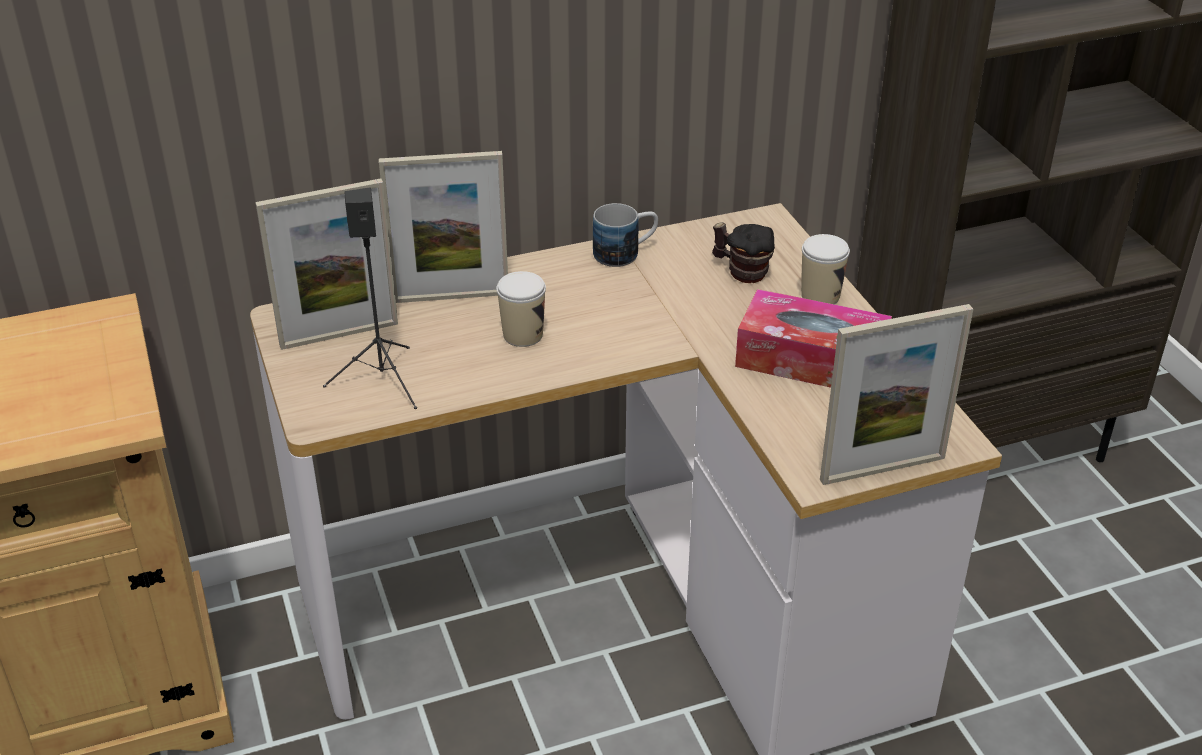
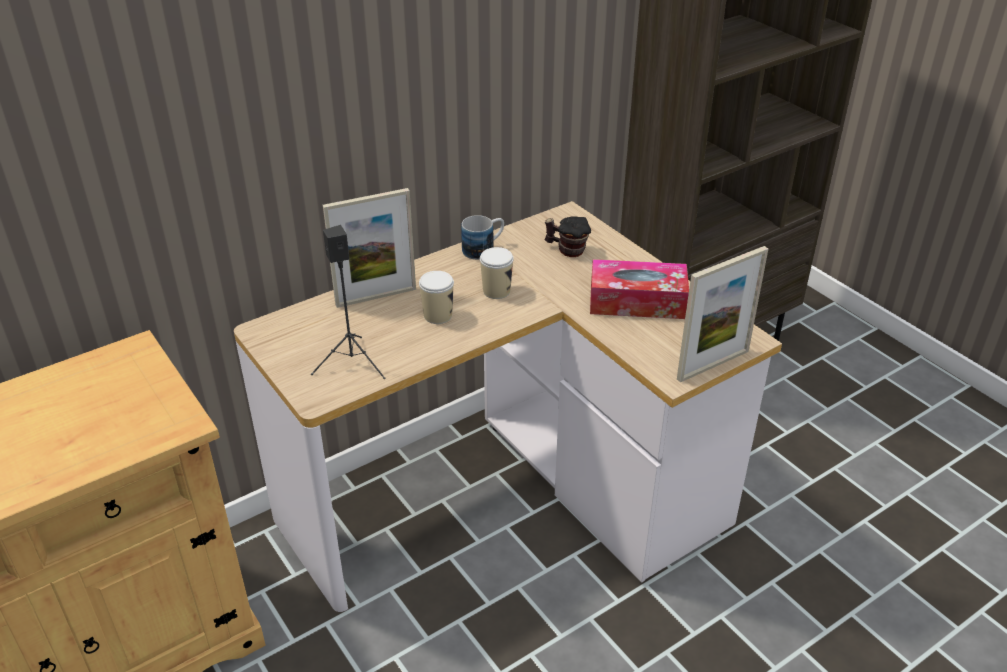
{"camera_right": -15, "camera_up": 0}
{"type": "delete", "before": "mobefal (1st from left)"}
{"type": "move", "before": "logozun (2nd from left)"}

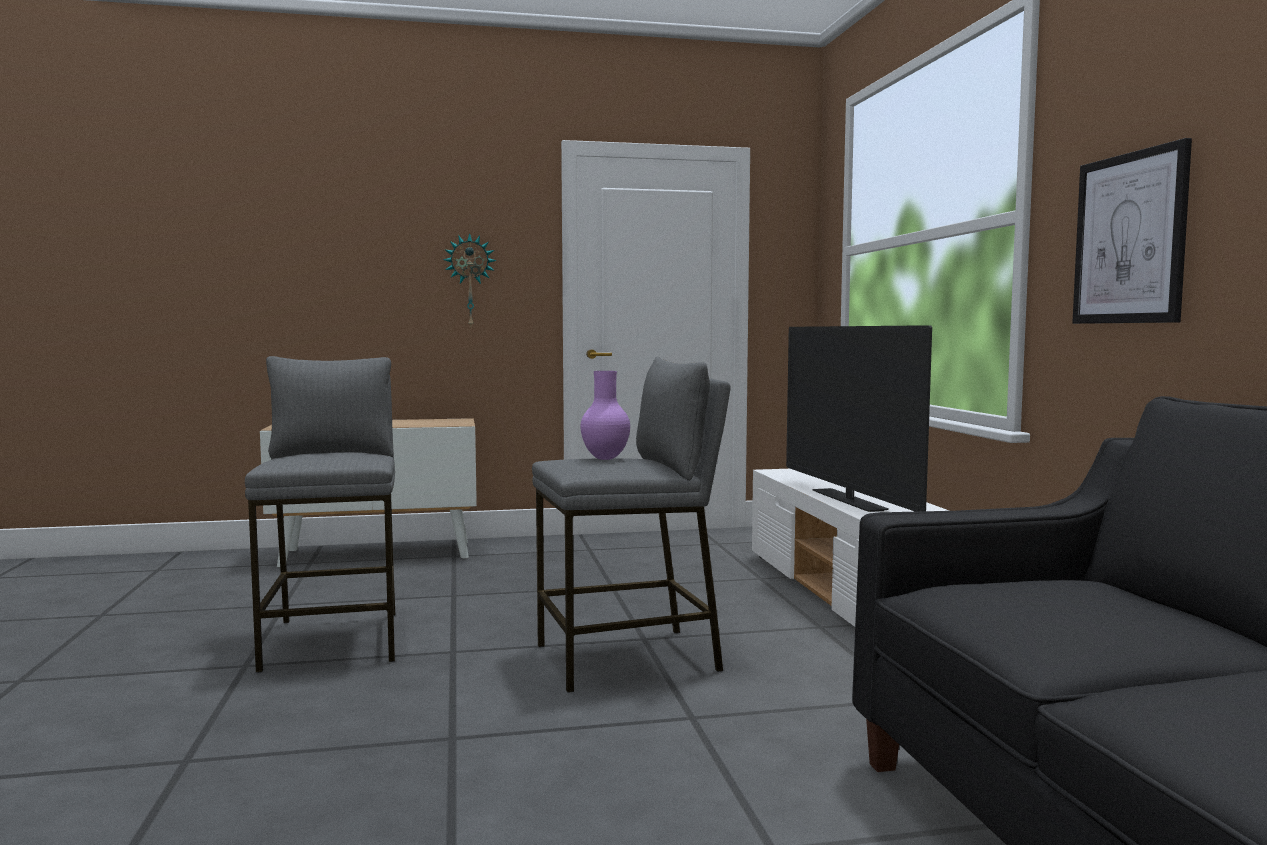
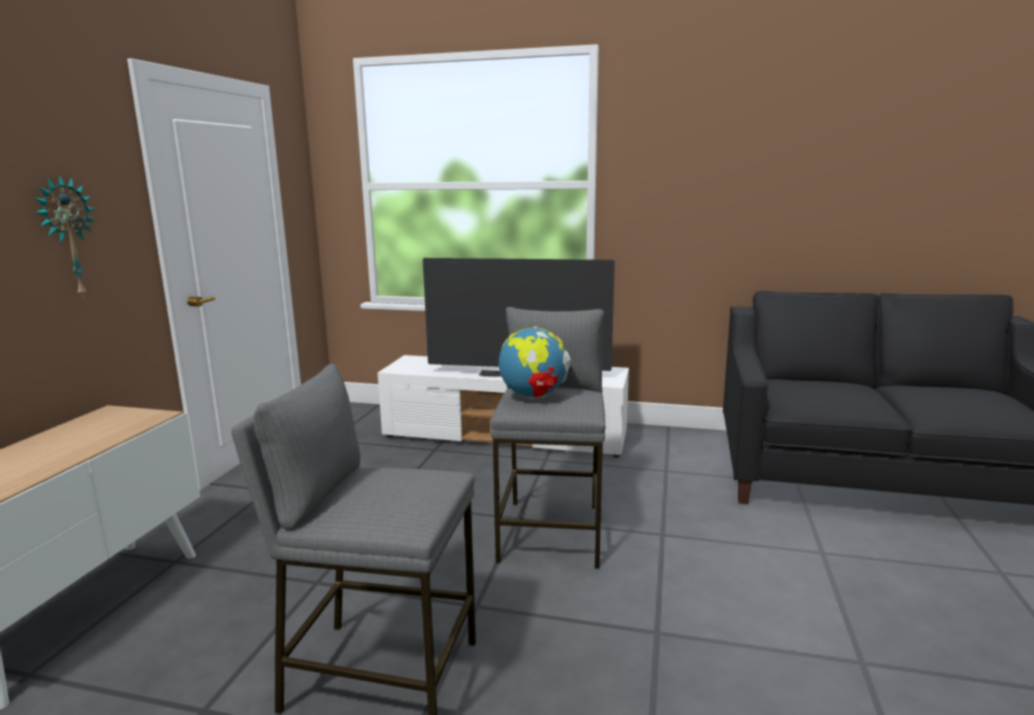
{"camera_right": -65, "camera_up": 10}
{"type": "delete", "before": "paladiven"}
{"type": "replace", "before": "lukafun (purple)", "after": "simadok"}

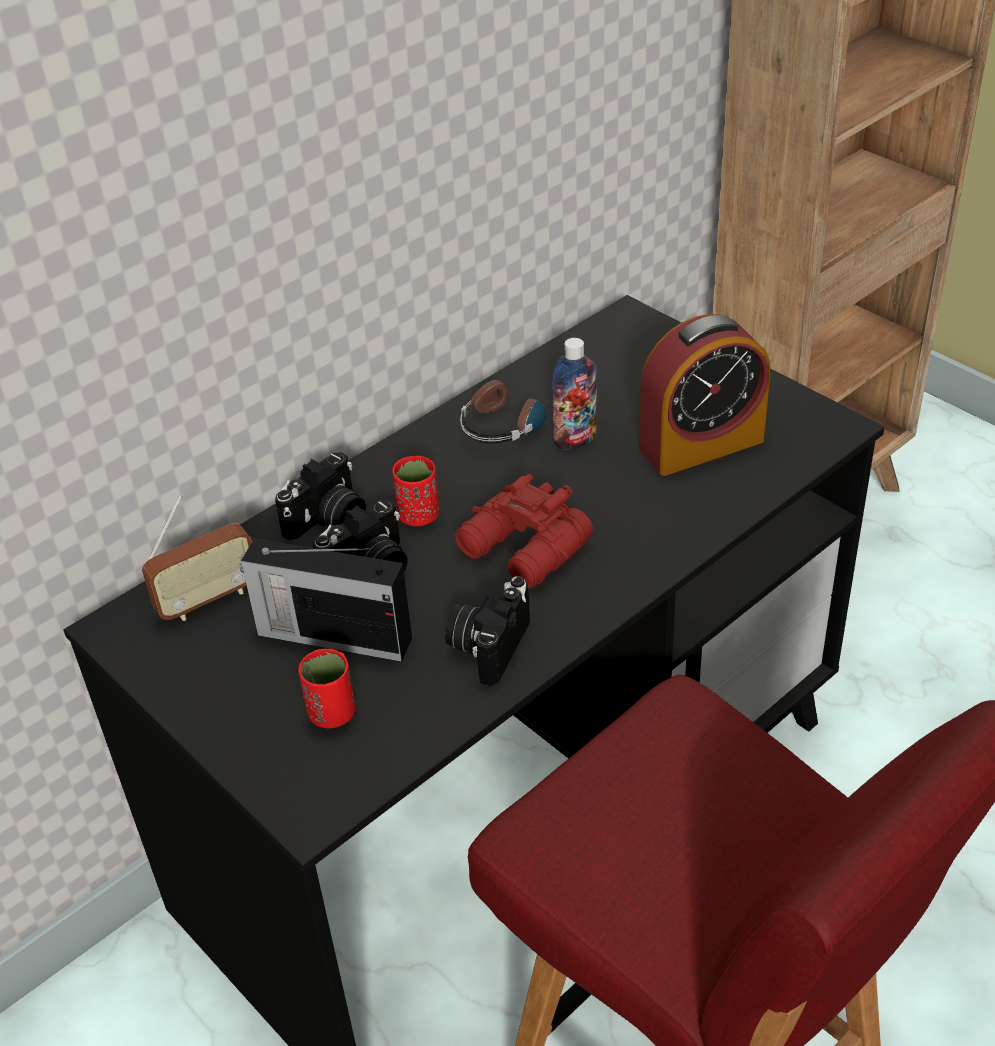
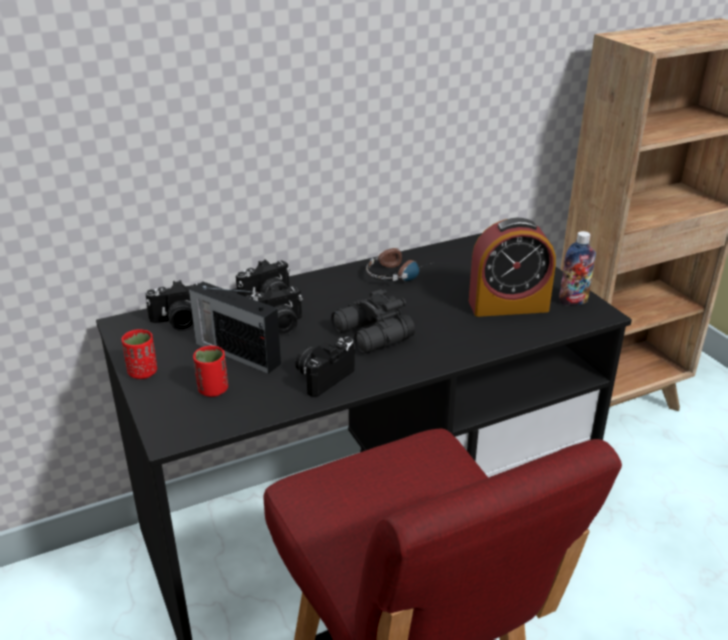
{"camera_right": 15, "camera_up": -10}
{"type": "move", "before": "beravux"}
{"type": "move", "before": "logozun (red) (2nd from left in the first image)", "after": "logozun (red) (1st from left)"}
{"type": "recolor", "before": "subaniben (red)", "after": "subaniben (black)"}
{"type": "replace", "before": "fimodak (1st from left)", "after": "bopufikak (1st from left)"}

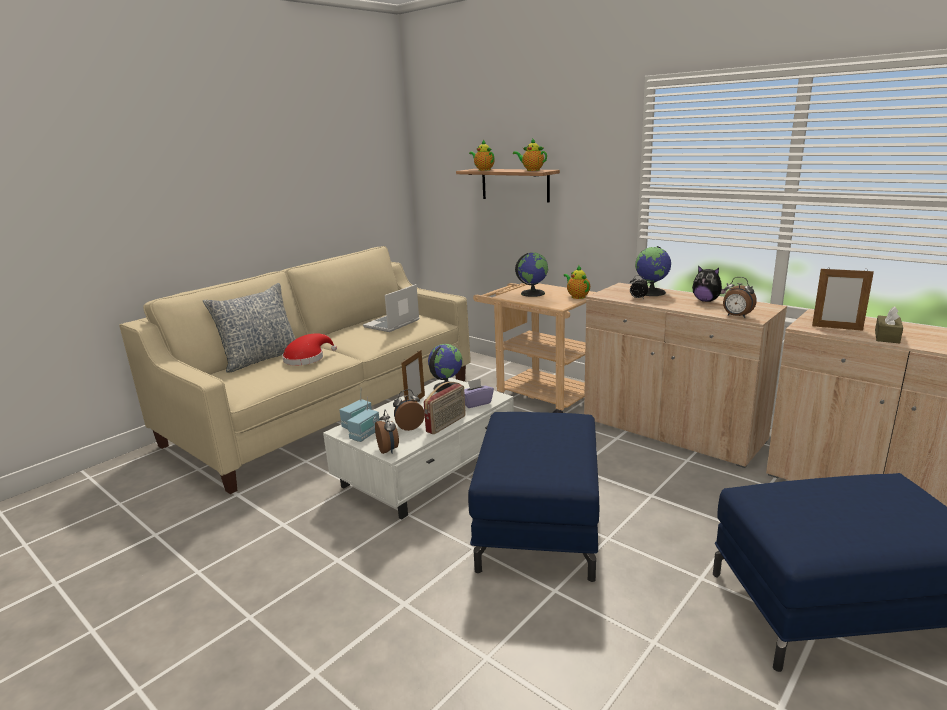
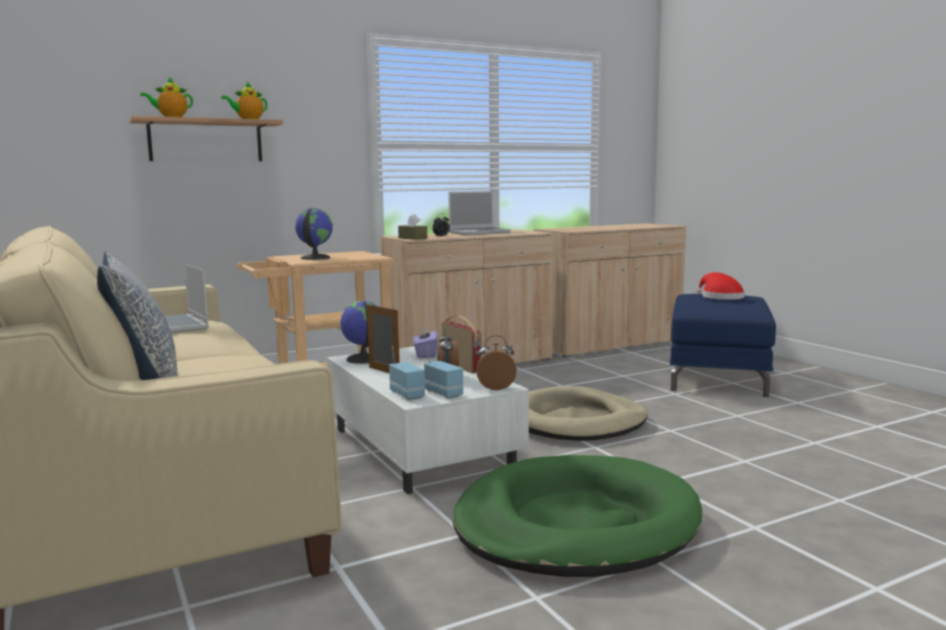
{"camera_right": -70, "camera_up": -10}
{"type": "delete", "before": "simadok (3rd from left)"}
{"type": "delete", "before": "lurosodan (3rd from left)"}
{"type": "replace", "before": "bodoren", "after": "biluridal (2nd from left)"}
{"type": "delete", "before": "mobefal (2nd from left)"}
{"type": "delete", "before": "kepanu (4th from left)"}
{"type": "move", "before": "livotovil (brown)"}
{"type": "move", "before": "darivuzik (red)"}
{"type": "replace", "before": "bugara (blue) (1st from left)", "after": "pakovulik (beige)"}
{"type": "insert", "after": "pakovulik (green)"}

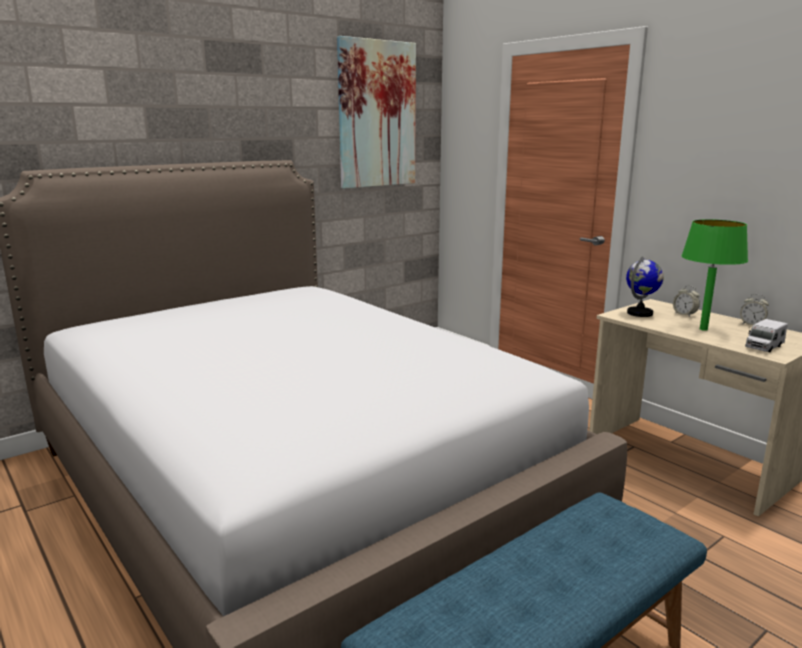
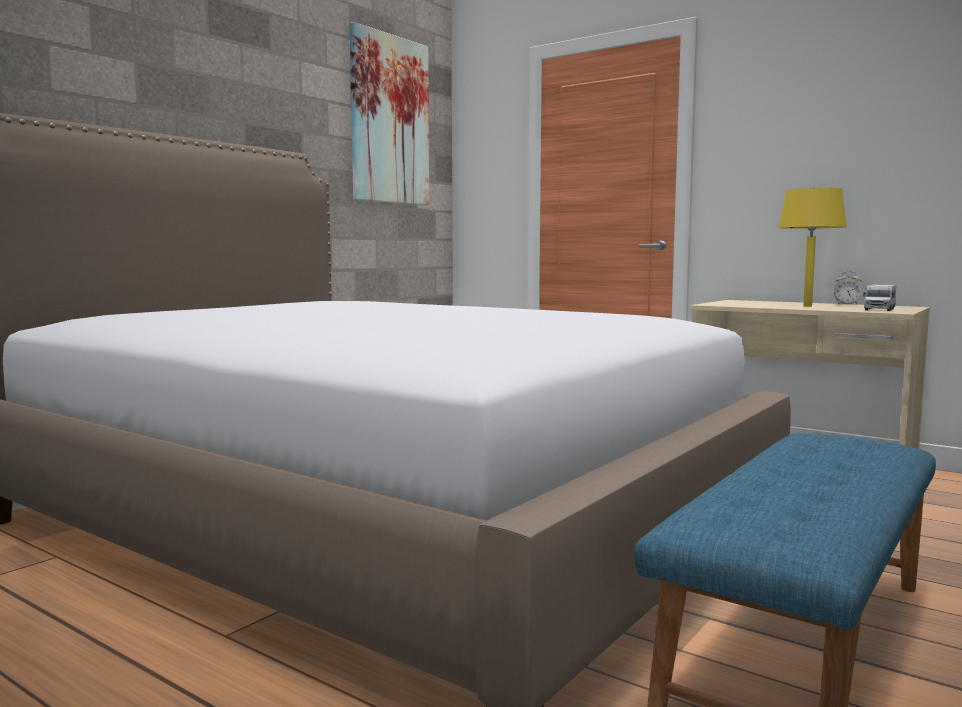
{"camera_right": -15, "camera_up": -10}
{"type": "recolor", "before": "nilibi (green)", "after": "nilibi (yellow)"}
{"type": "delete", "before": "simadok"}
{"type": "delete", "before": "kepanu (1st from left)"}

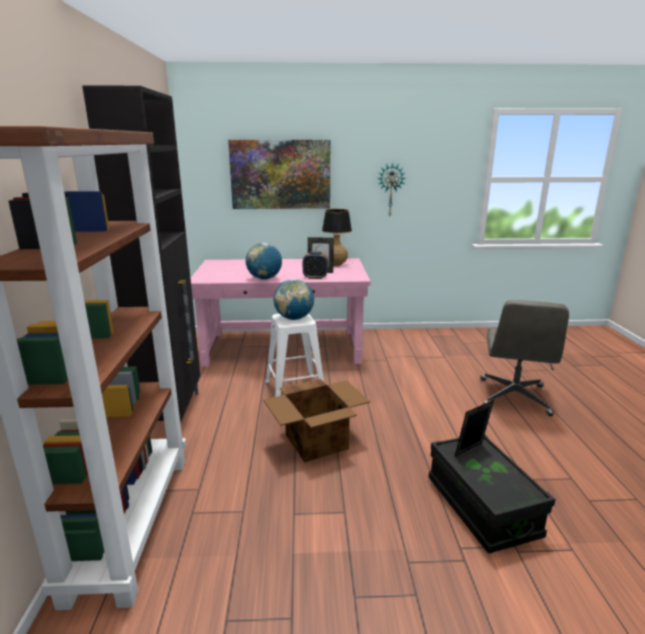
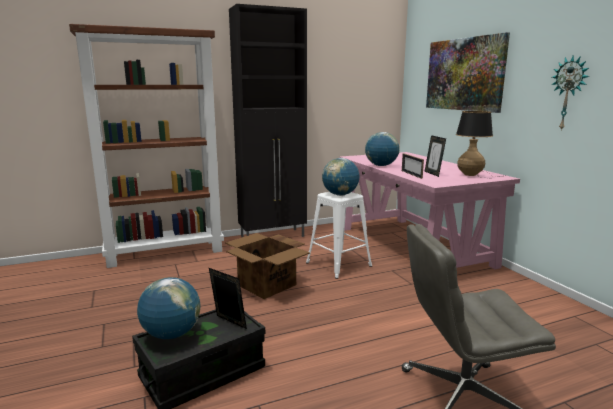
{"camera_right": 70, "camera_up": -5}
{"type": "replace", "before": "kepanu", "after": "mobefal (2nd from left)"}
{"type": "insert", "after": "simadok (1st from left)"}

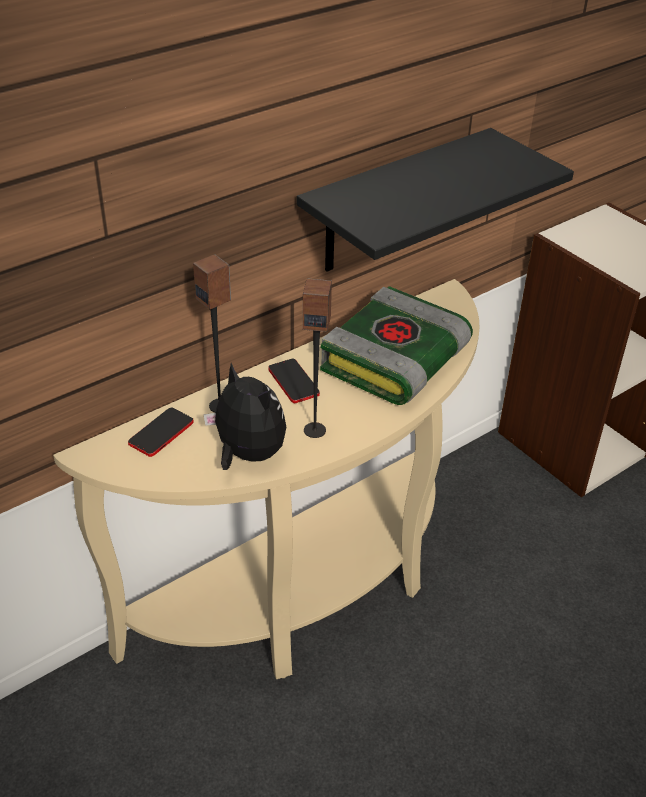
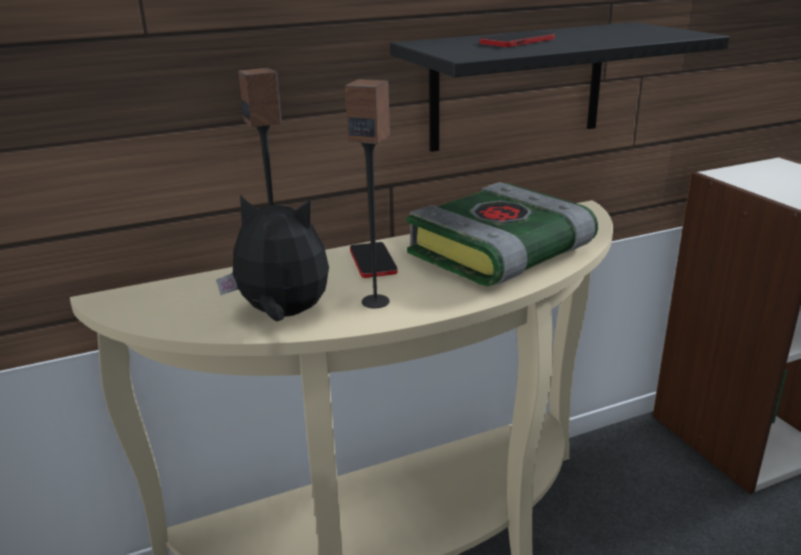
{"camera_right": 15, "camera_up": -15}
{"type": "rotate", "before": "bodoren", "turn": -45}
{"type": "move", "before": "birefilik (1st from left in the first image)", "after": "birefilik (2nd from left)"}

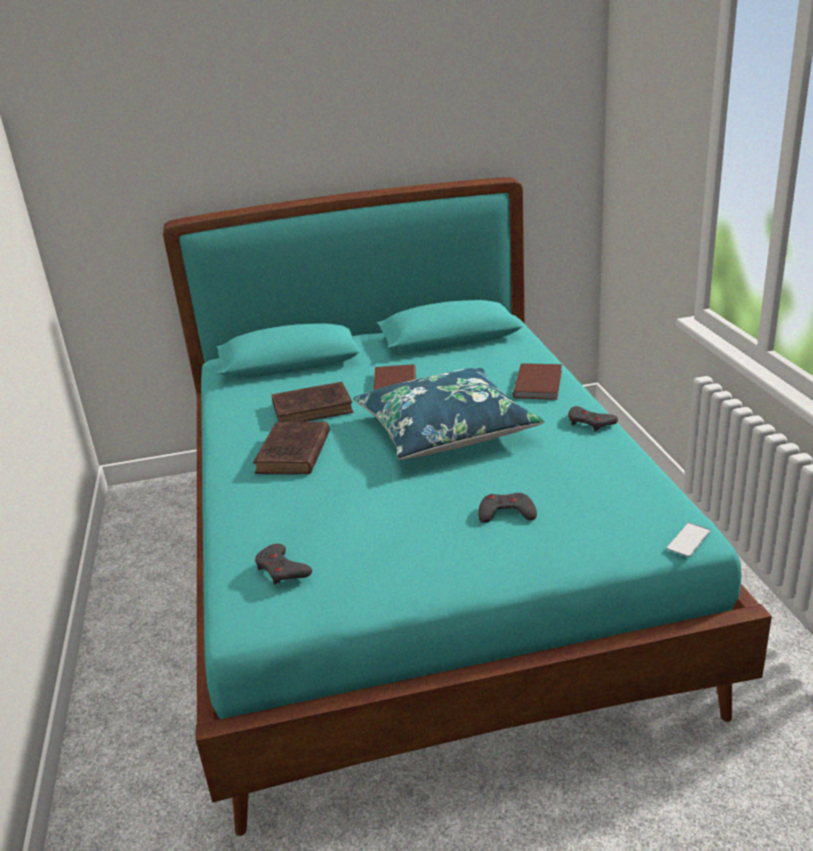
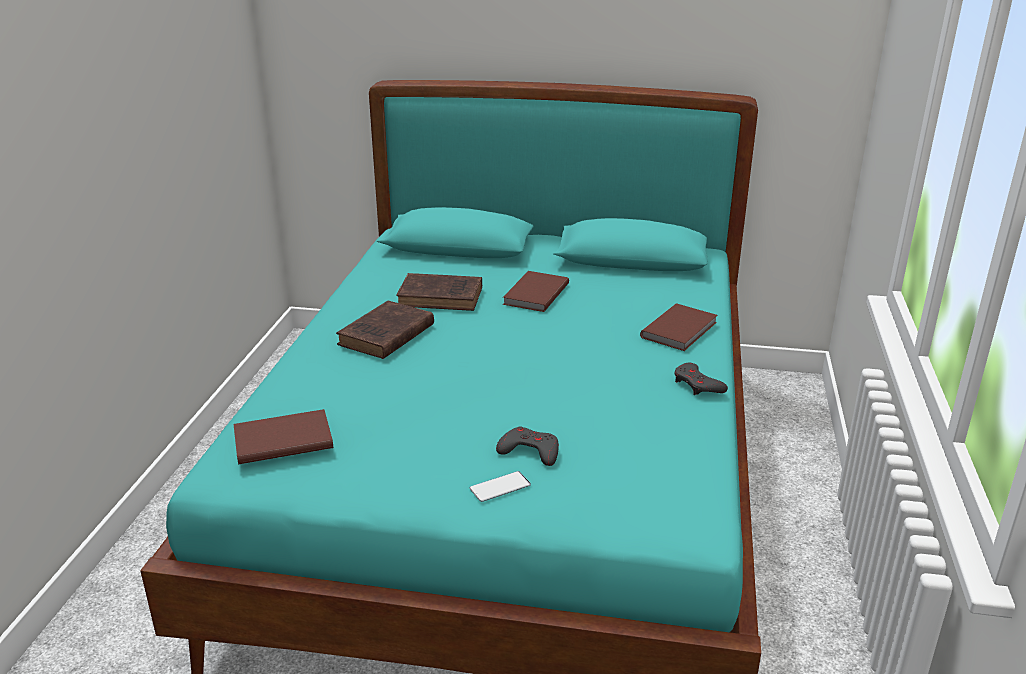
{"camera_right": 20, "camera_up": 0}
{"type": "delete", "before": "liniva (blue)"}
{"type": "move", "before": "birefilik"}
{"type": "replace", "before": "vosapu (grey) (1st from left)", "after": "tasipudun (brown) (1st from left)"}

